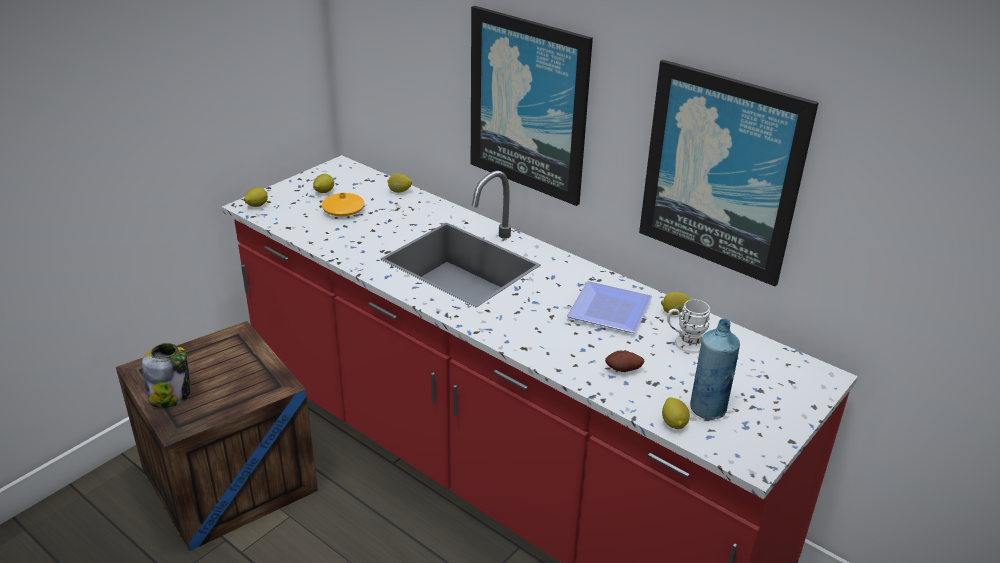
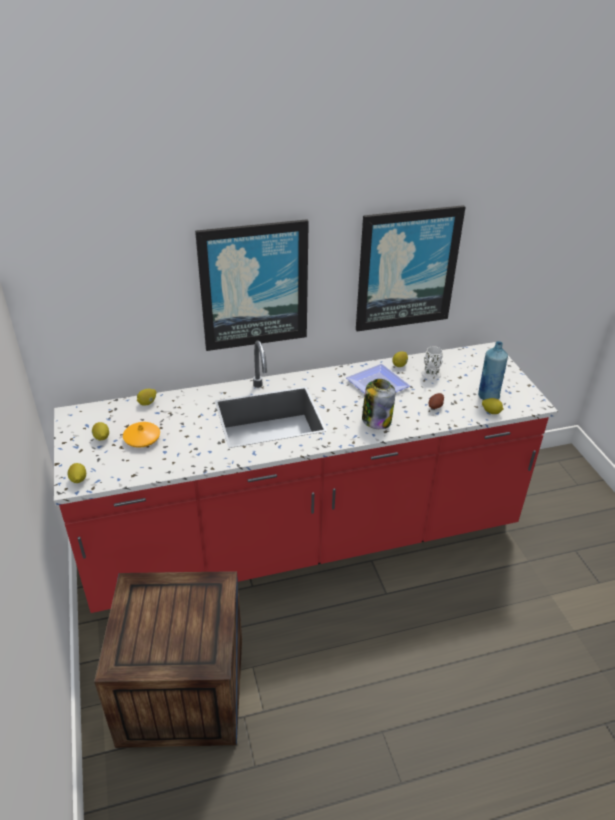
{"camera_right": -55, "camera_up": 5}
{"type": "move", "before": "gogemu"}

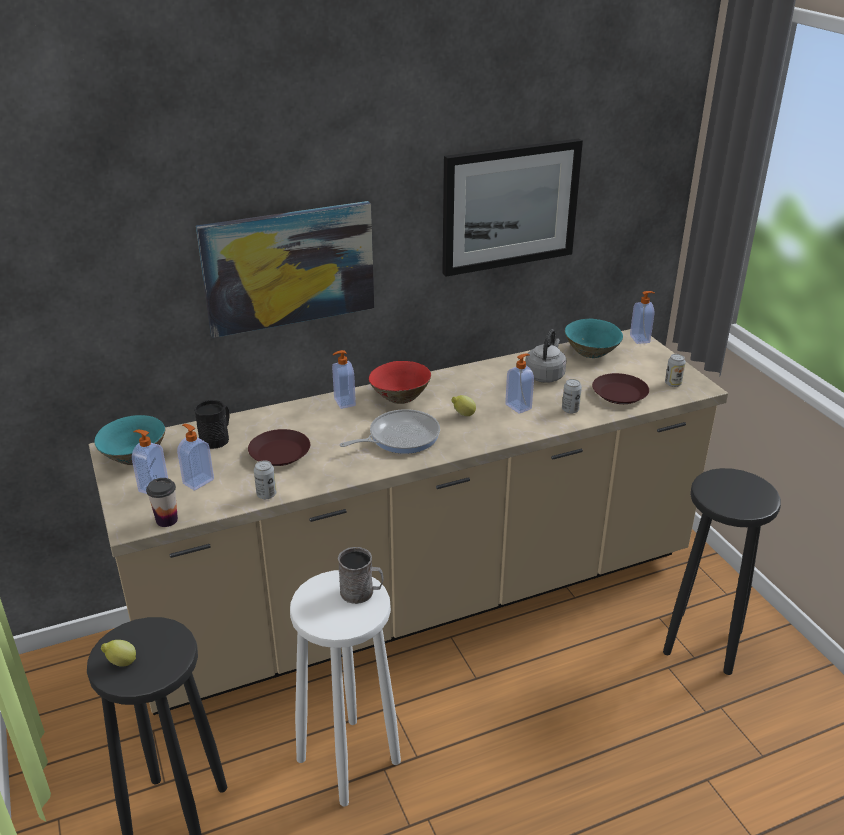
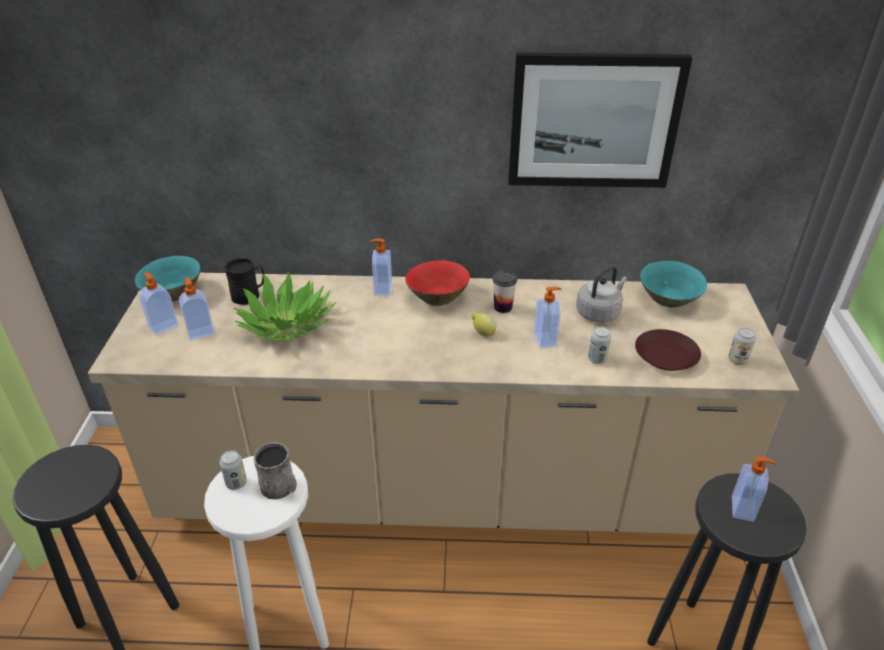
{"camera_right": 25, "camera_up": 5}
{"type": "delete", "before": "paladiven (1st from left)"}
{"type": "move", "before": "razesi (5th from left)"}
{"type": "delete", "before": "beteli"}
{"type": "replace", "before": "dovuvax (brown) (1st from left)", "after": "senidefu"}
{"type": "move", "before": "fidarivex (1st from left)"}
{"type": "move", "before": "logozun"}
{"type": "delete", "before": "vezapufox (1st from left)"}

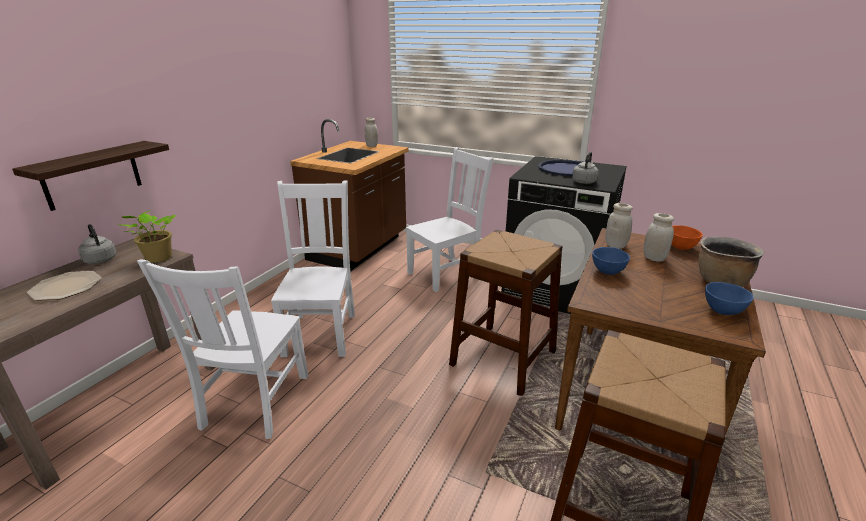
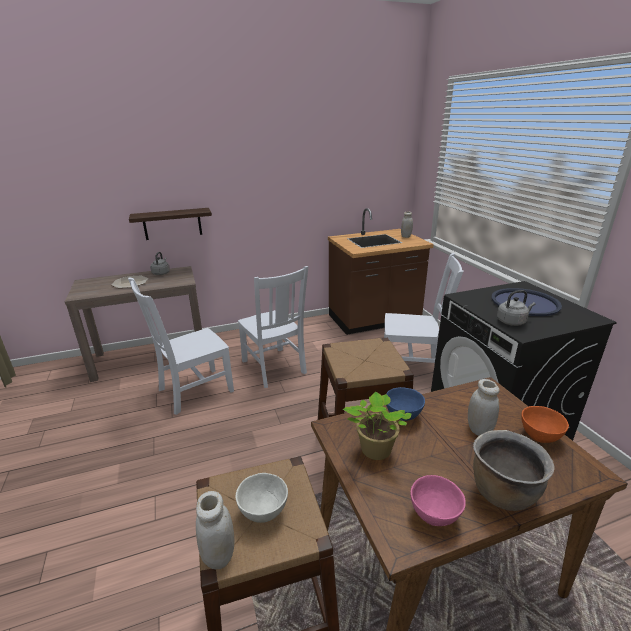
{"camera_right": 45, "camera_up": 0}
{"type": "rotate", "before": "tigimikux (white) (2nd from left)", "turn": 105}
{"type": "move", "before": "gogemu (white) (2nd from left in the first image)", "after": "gogemu (white) (1st from left)"}
{"type": "move", "before": "senidefu"}
{"type": "recolor", "before": "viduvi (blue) (2nd from left)", "after": "viduvi (pink)"}
{"type": "insert", "after": "viduvi (white)"}

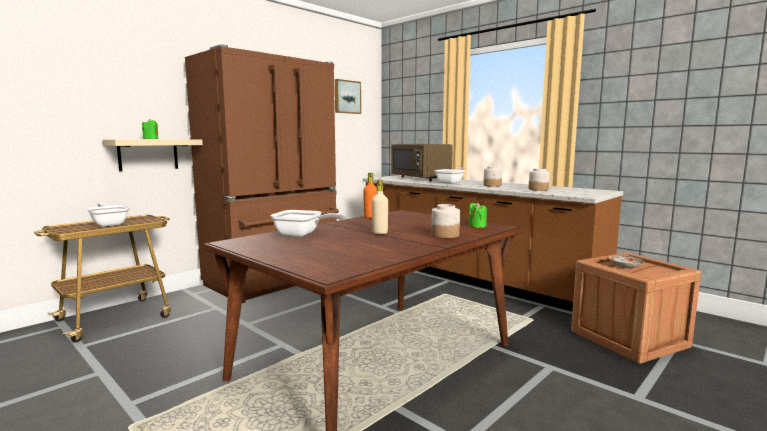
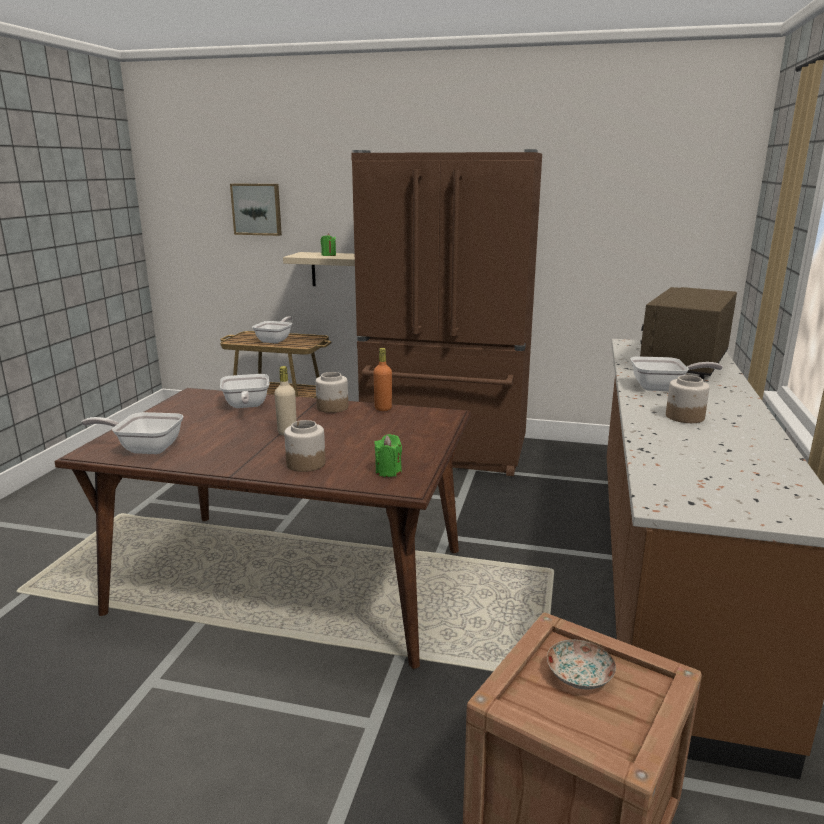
{"camera_right": 60, "camera_up": 10}
{"type": "move", "before": "paladiven"}
{"type": "move", "before": "gogemu (3rd from left in the first image)", "after": "gogemu (2nd from left)"}
{"type": "insert", "after": "beteli (1st from left)"}

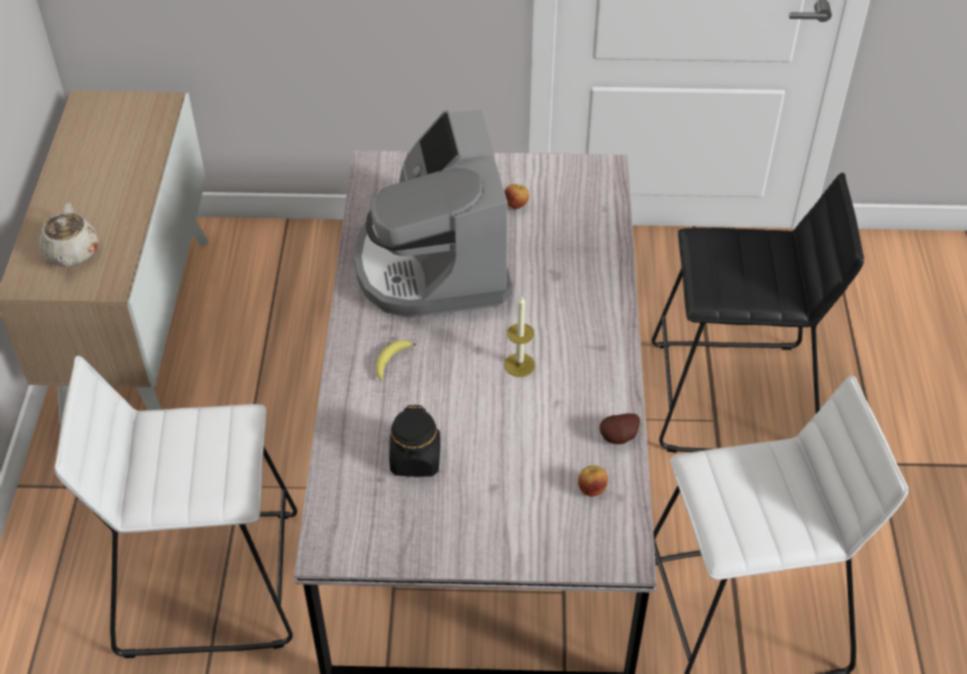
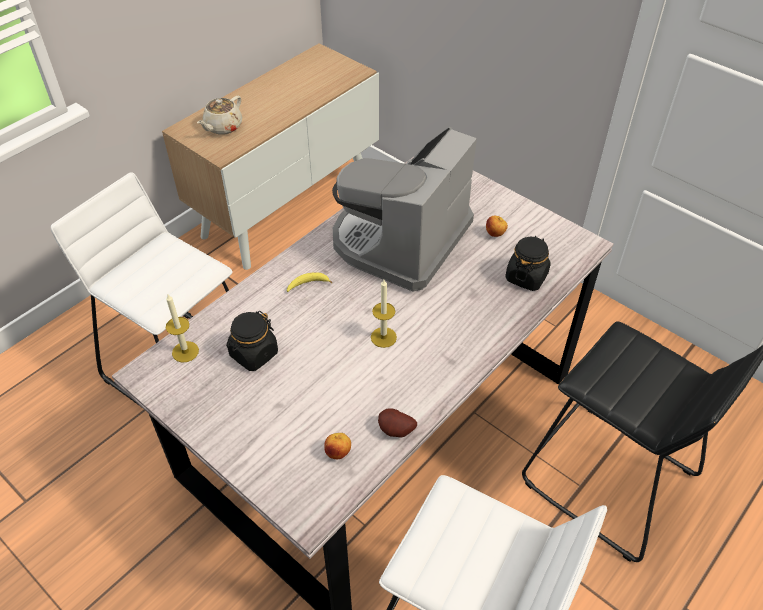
{"camera_right": 40, "camera_up": 0}
{"type": "insert", "after": "gogemu (black) (2nd from left)"}
{"type": "insert", "after": "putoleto (1st from left)"}

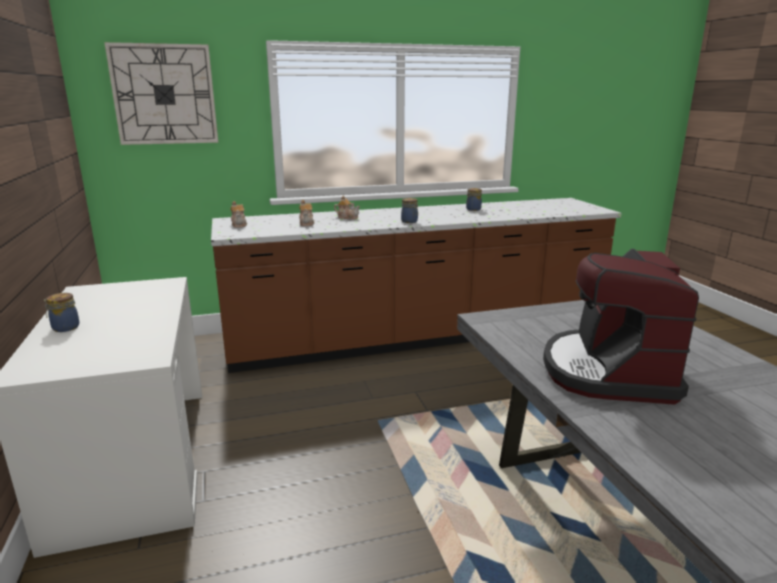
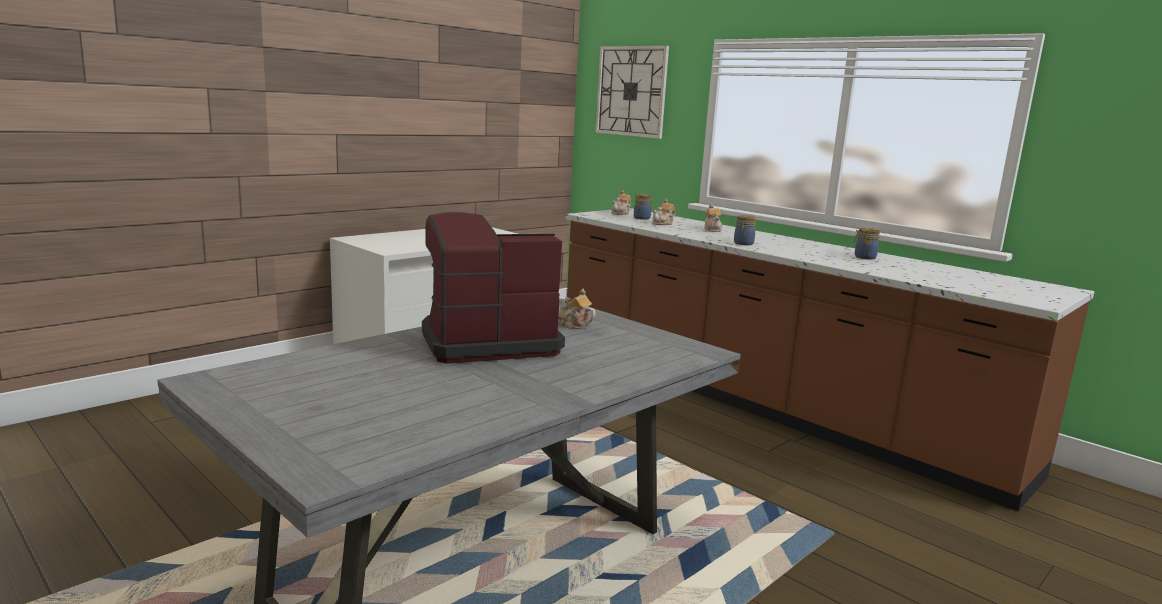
{"camera_right": 60, "camera_up": -5}
{"type": "move", "before": "gogemu (1st from left)"}
{"type": "insert", "after": "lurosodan (1st from left)"}

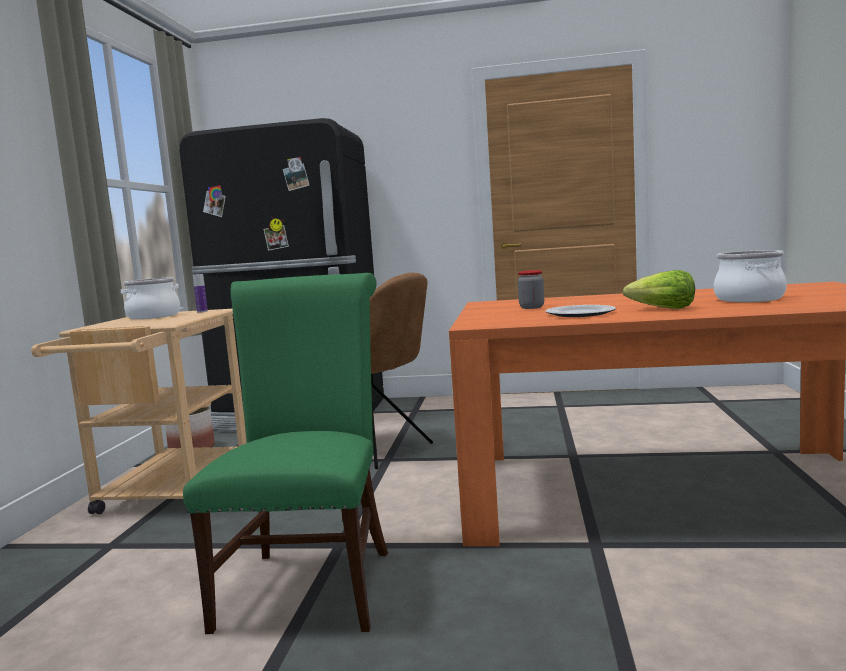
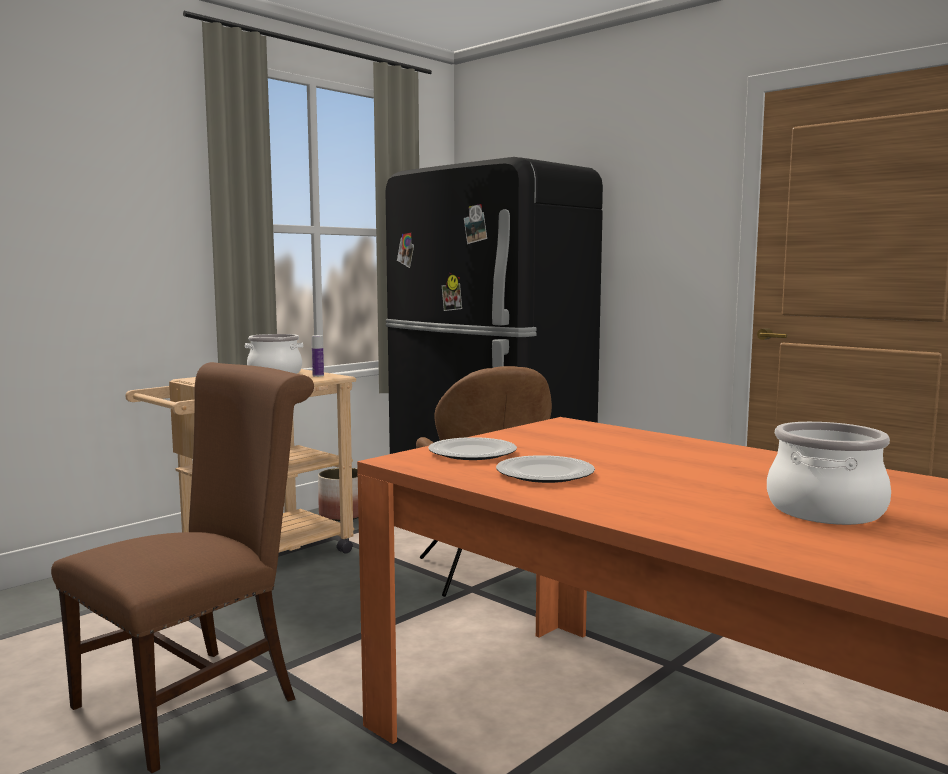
{"camera_right": 35, "camera_up": 0}
{"type": "delete", "before": "gogemu"}
{"type": "delete", "before": "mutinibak"}
{"type": "recolor", "before": "tigimikux (green)", "after": "tigimikux (brown) (1st from left)"}
{"type": "insert", "after": "dovuvax (1st from left)"}

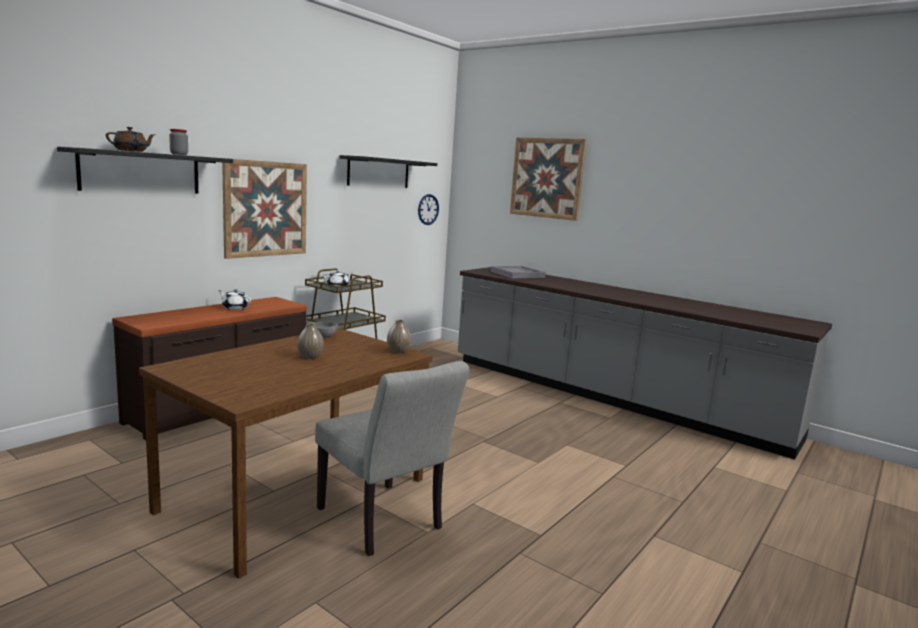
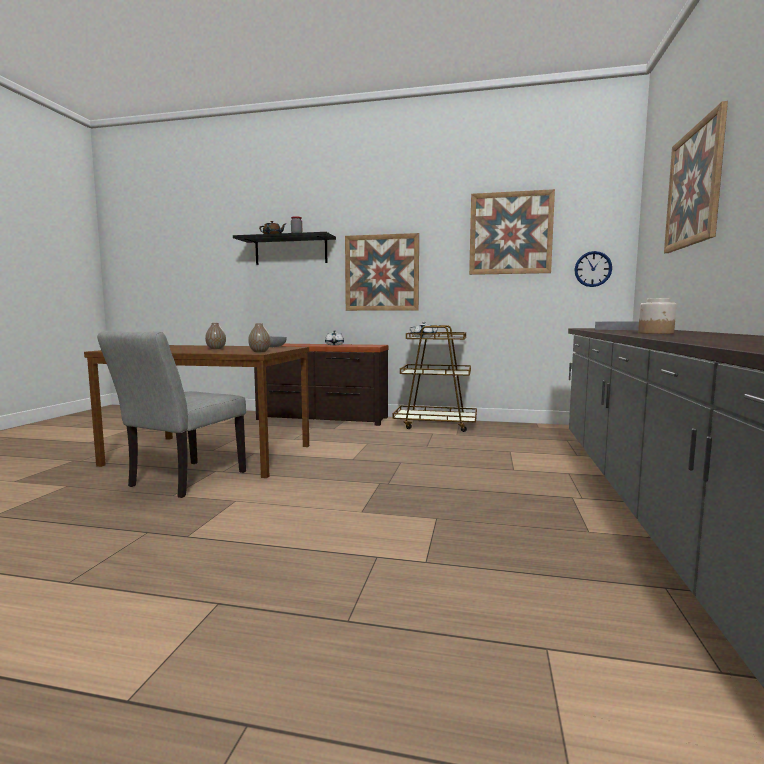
{"camera_right": 65, "camera_up": -5}
{"type": "replace", "before": "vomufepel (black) (2nd from left)", "after": "paladiven (2nd from left)"}
{"type": "insert", "after": "gogemu (2nd from left)"}

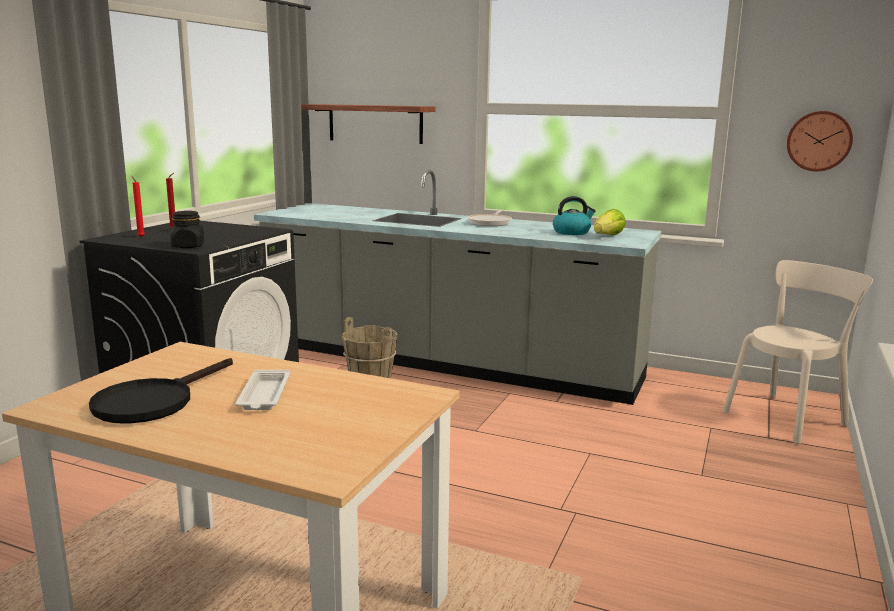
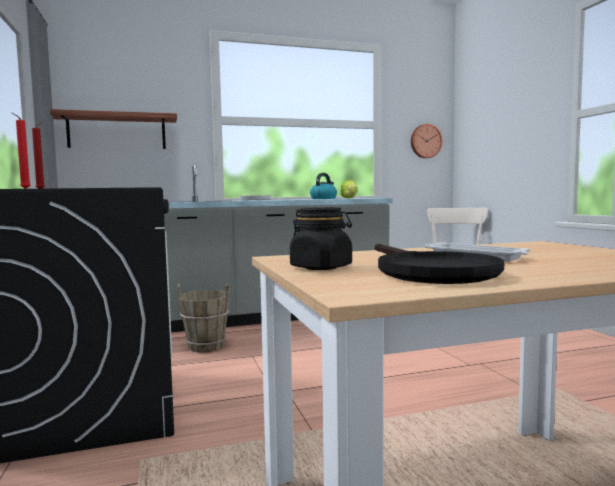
{"camera_right": -40, "camera_up": -10}
{"type": "move", "before": "gogemu (black)"}

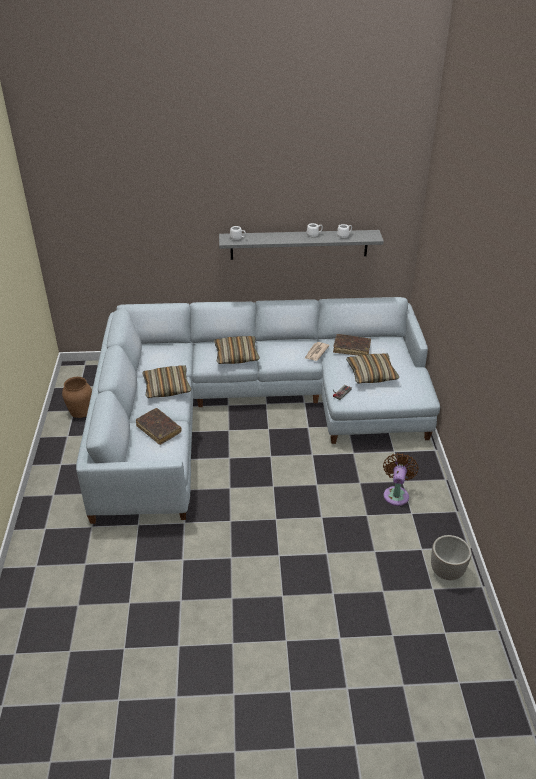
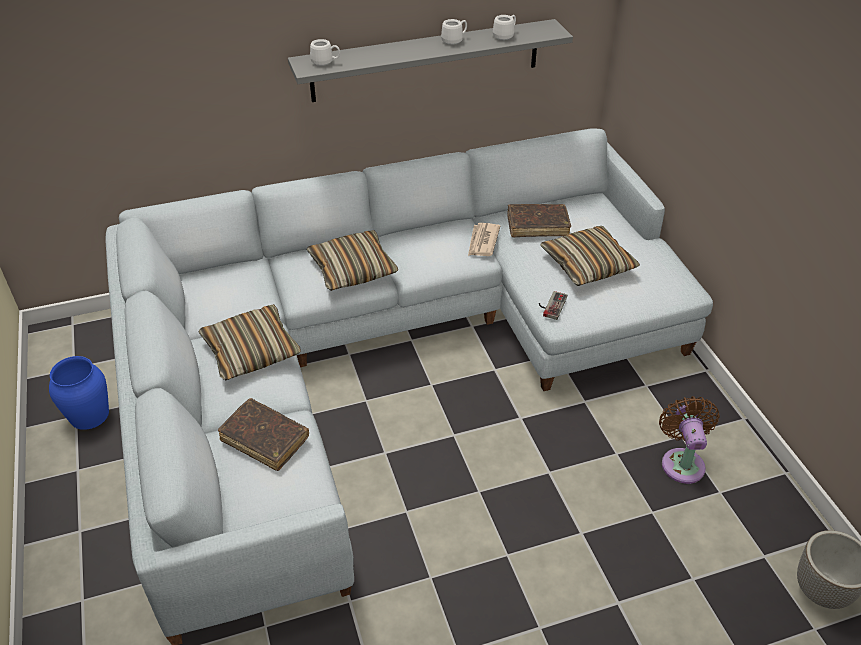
{"camera_right": -15, "camera_up": 5}
{"type": "recolor", "before": "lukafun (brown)", "after": "lukafun (blue)"}

